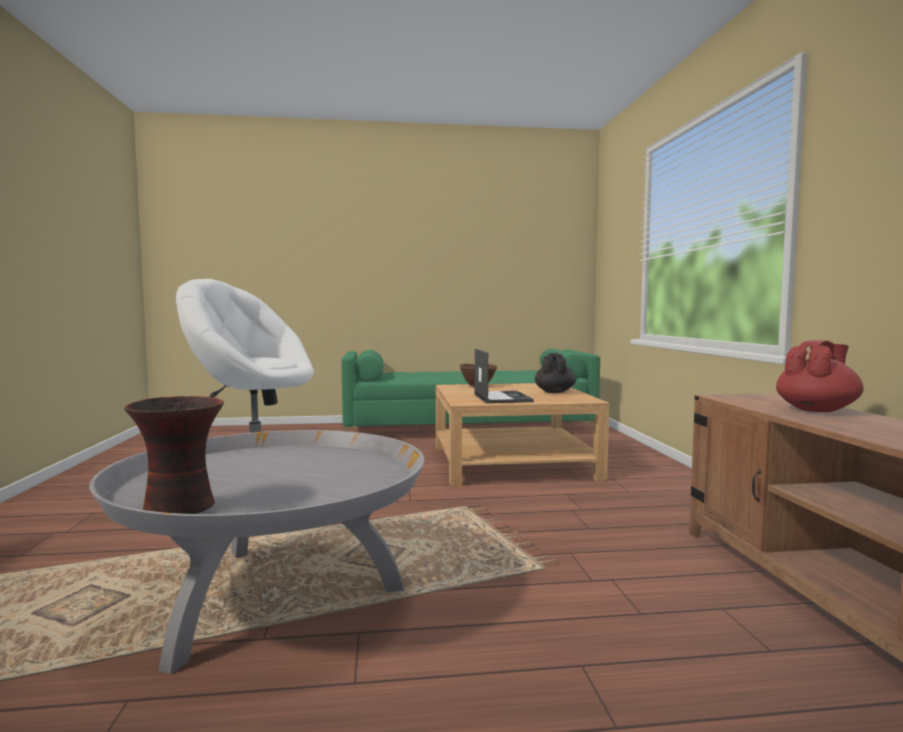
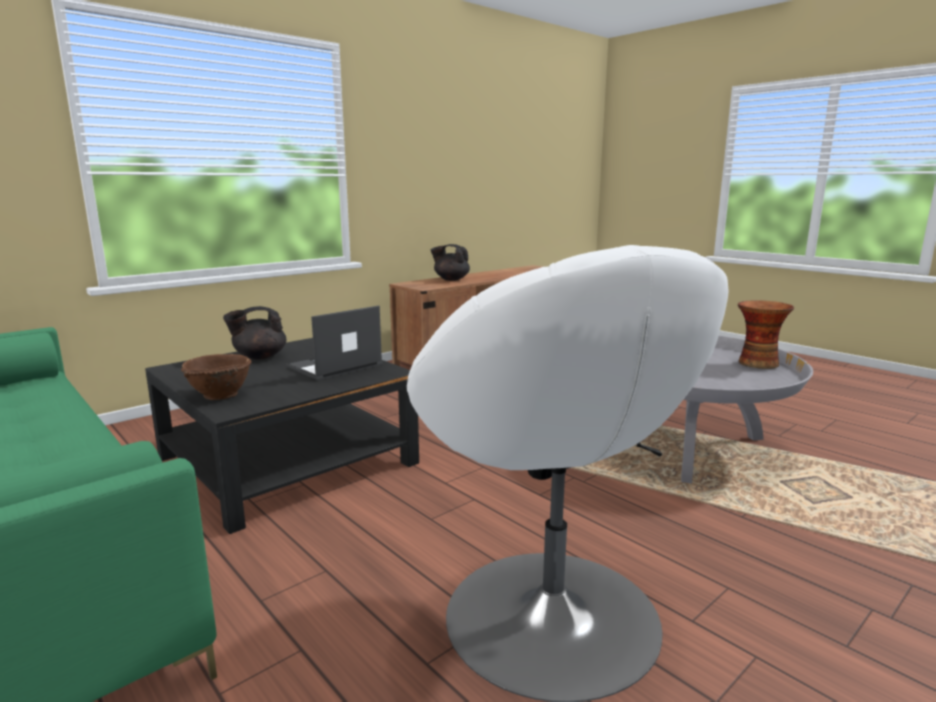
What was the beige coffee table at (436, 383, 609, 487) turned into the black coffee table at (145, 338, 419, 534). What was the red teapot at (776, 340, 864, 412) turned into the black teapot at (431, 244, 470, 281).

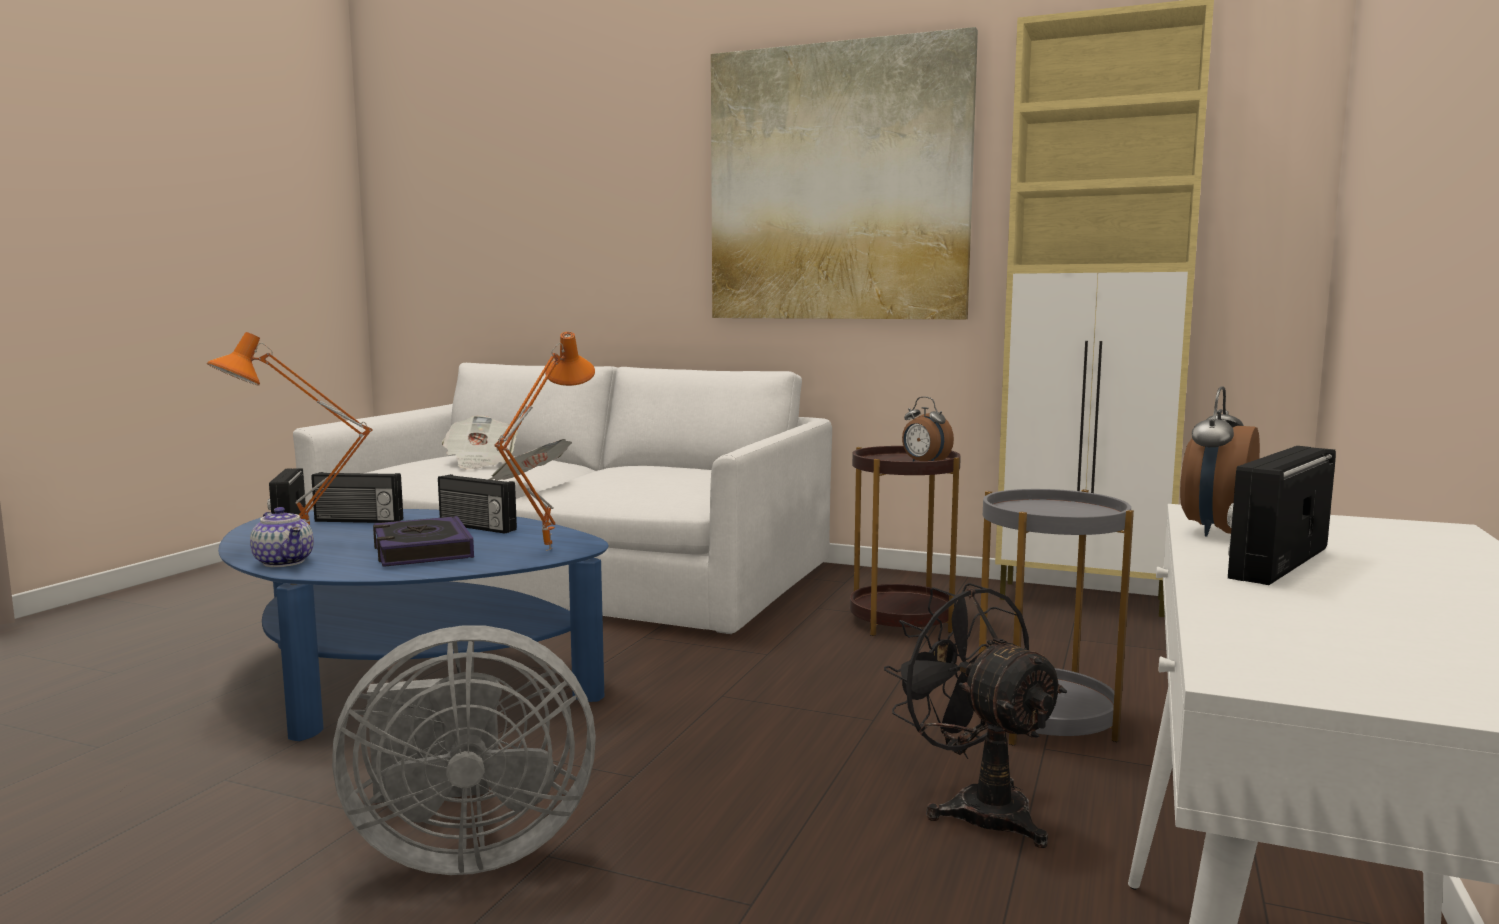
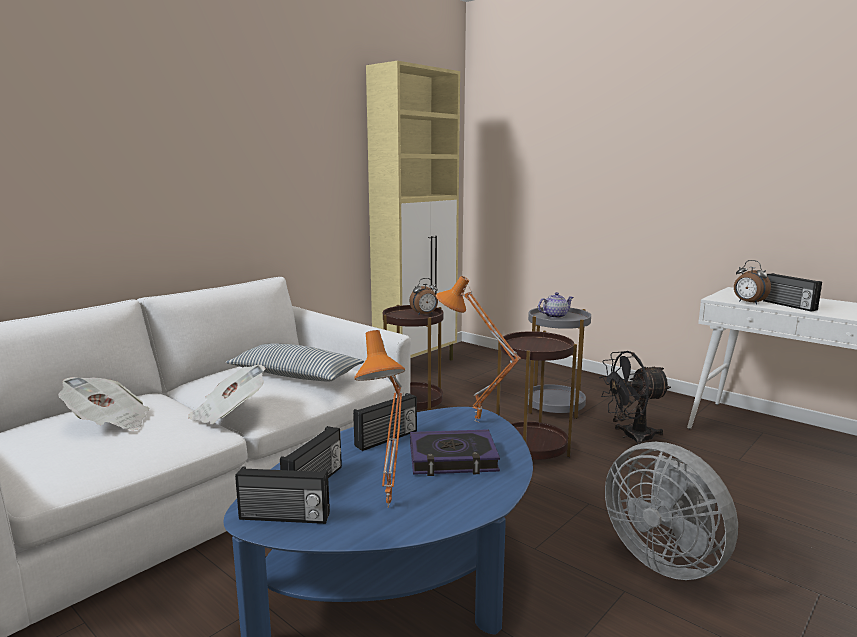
The second view lost the picture at (711, 27, 978, 319). The second view gained the pillow at (226, 343, 364, 382). The second view gained the brown side table at (496, 331, 577, 460). The teapot ended up elsewhere, having gone from (250, 507, 314, 567) to (538, 292, 573, 318). The grey fan at (332, 625, 596, 875) ended up facing another way, 135 degrees clockwise from before.

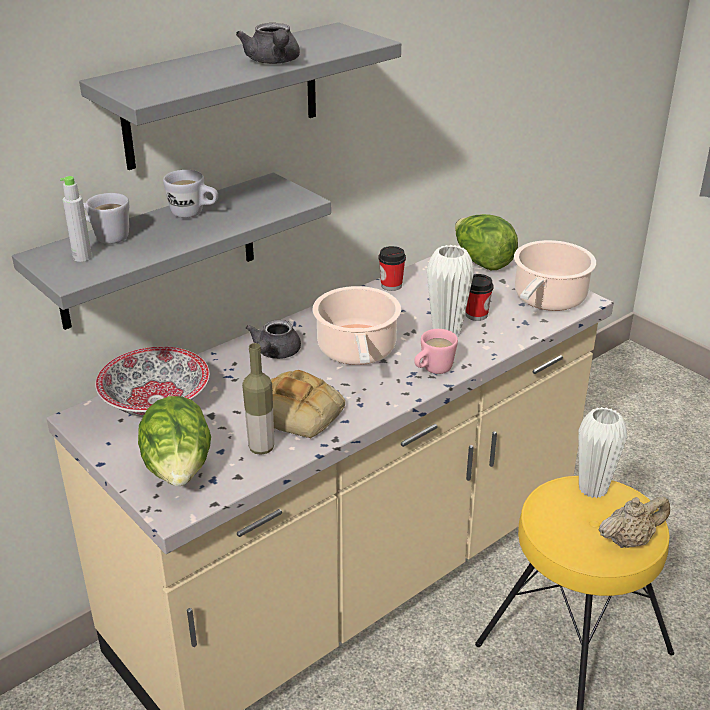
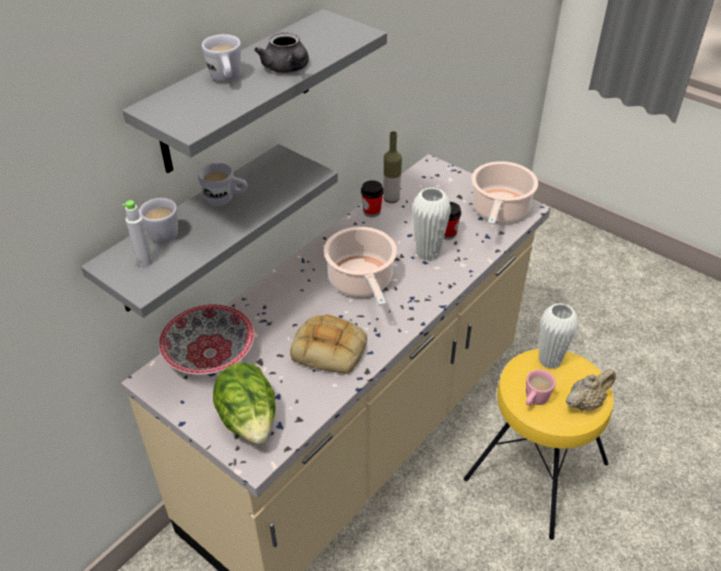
The second view lost the grey teapot at (246, 320, 301, 359). The second view lost the lettuce at (455, 214, 518, 270). The second view gained the white mug at (202, 34, 241, 83). The bottle ended up elsewhere, having gone from (242, 343, 274, 455) to (384, 131, 402, 203). The pink mug ended up elsewhere, having gone from (414, 329, 458, 374) to (526, 370, 556, 406).

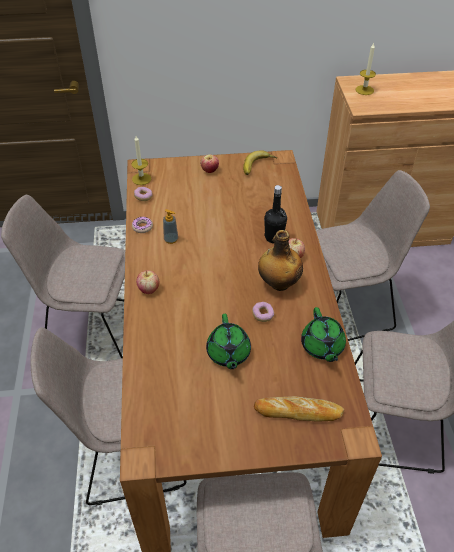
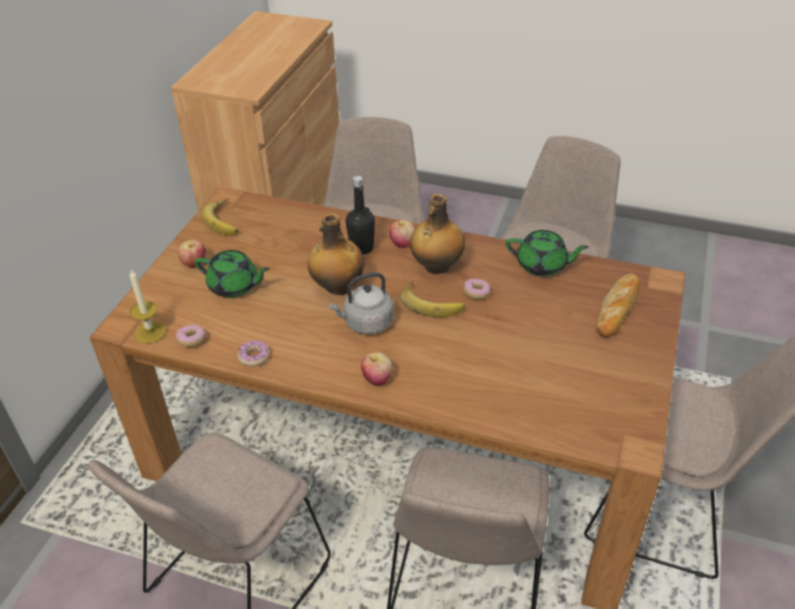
The second view lost the soap dispenser at (163, 209, 178, 244). The second view lost the candle at (356, 43, 376, 95). The second view gained the bottle at (308, 213, 365, 295). The second view gained the grey kettle at (328, 272, 394, 334). The second view gained the banana at (400, 281, 465, 317). The green teapot ended up elsewhere, having gone from (206, 314, 251, 369) to (194, 250, 270, 297).

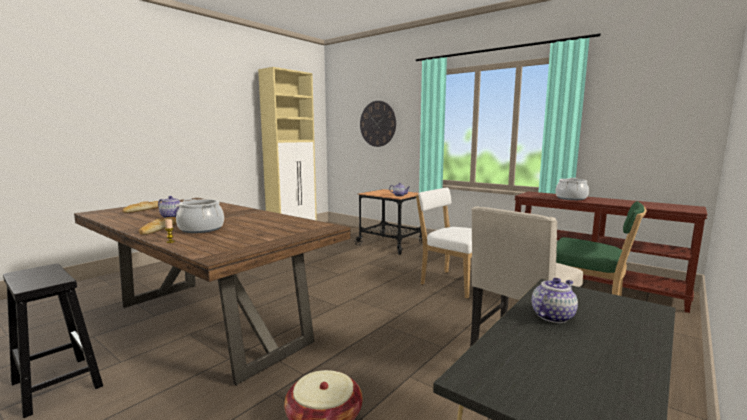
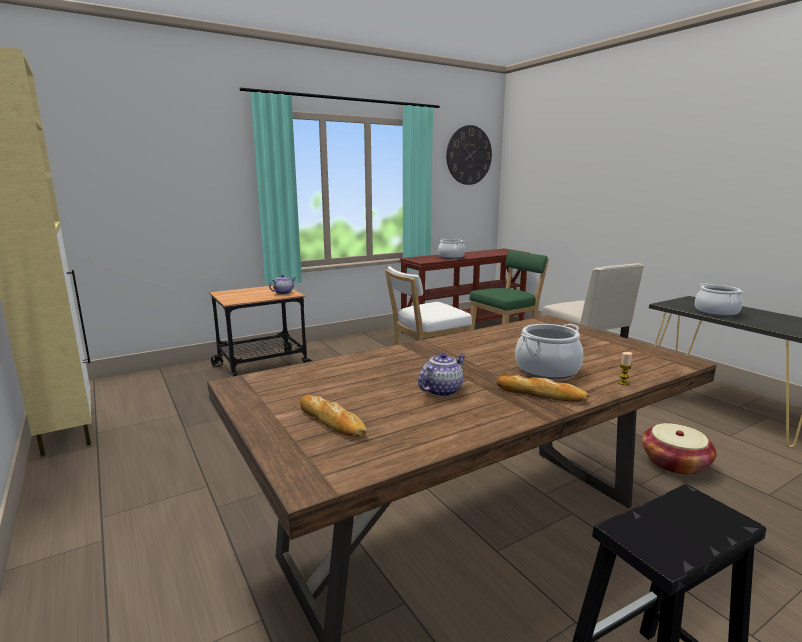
The wall clock ended up elsewhere, having gone from (360, 101, 396, 147) to (446, 125, 492, 185). Where the teapot stood at (532, 278, 578, 323), the cooking pot came to stand at (695, 283, 743, 317).

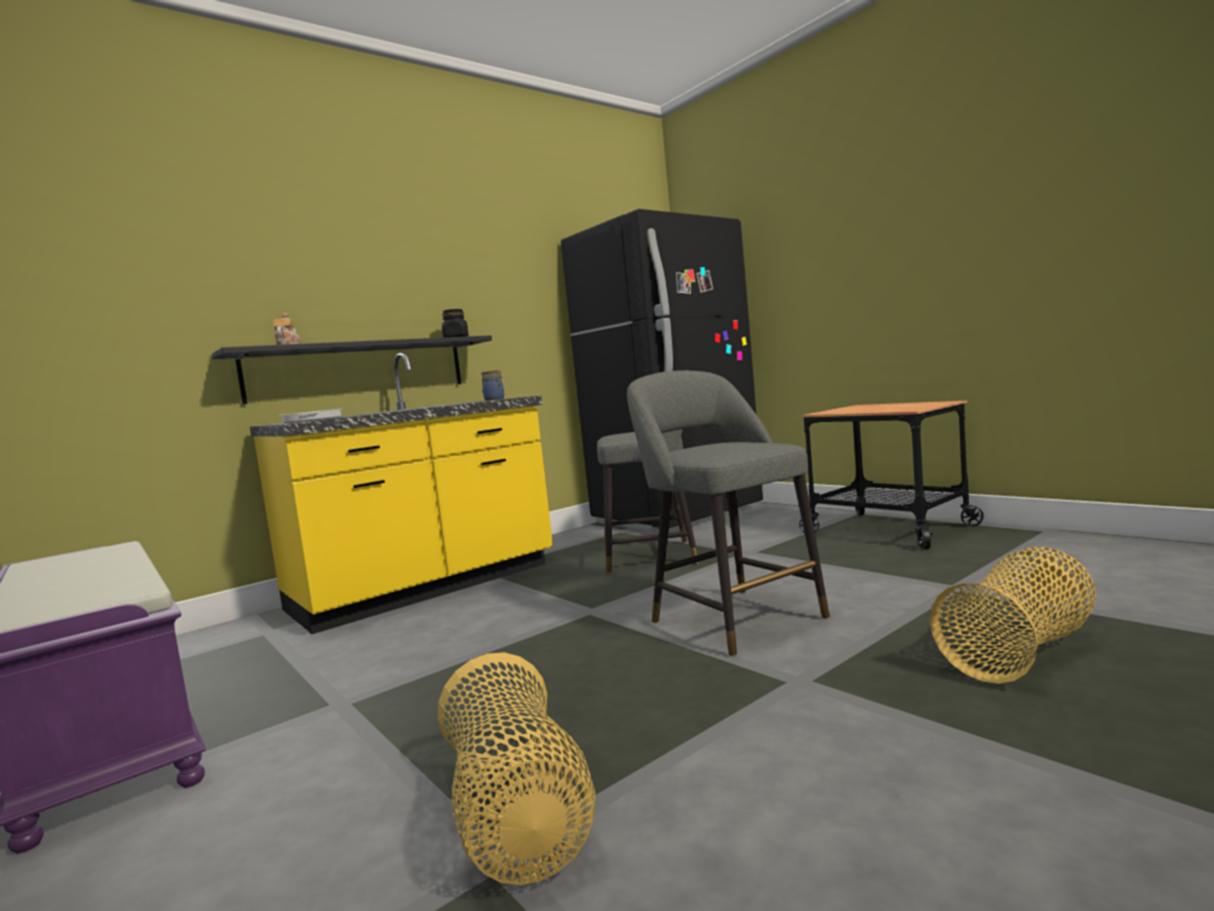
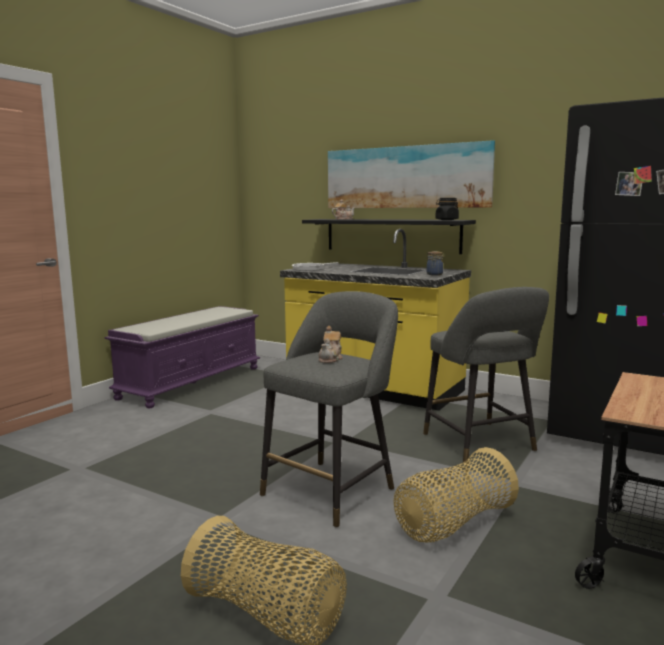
The second view gained the teapot at (319, 326, 343, 363). The second view gained the picture at (328, 140, 495, 208). The basket ended up elsewhere, having gone from (438, 652, 595, 885) to (394, 447, 519, 542).

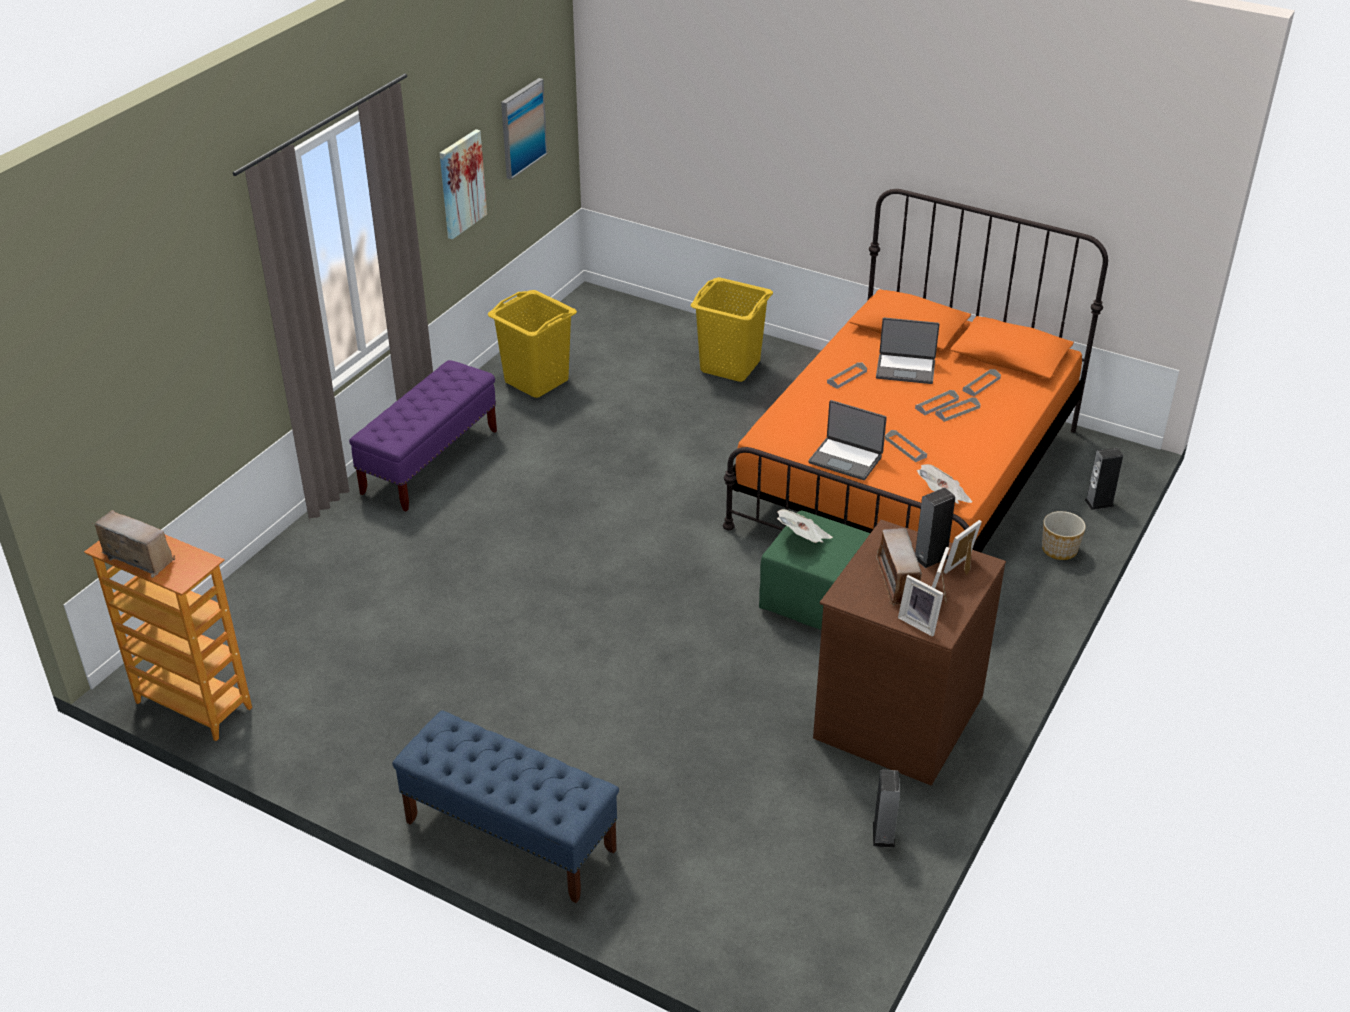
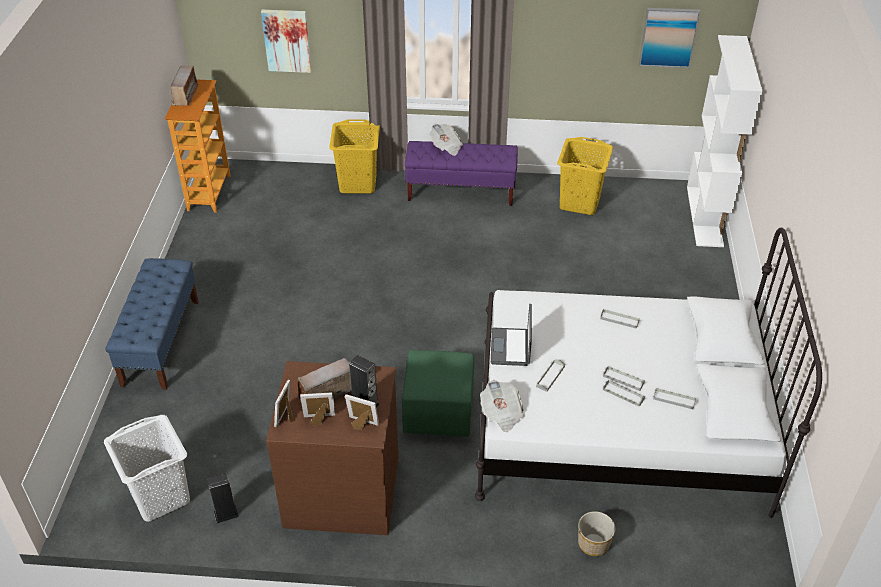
The second view lost the laptop at (876, 318, 940, 384). The second view lost the speaker at (1085, 448, 1123, 510). The second view gained the white laundry basket at (104, 415, 190, 522). The second view gained the white bookcase at (687, 35, 763, 247). The picture ended up elsewhere, having gone from (440, 129, 487, 239) to (261, 10, 312, 73). The yellow laundry basket ended up elsewhere, having gone from (691, 277, 773, 382) to (329, 120, 380, 194). The newspaper ended up elsewhere, having gone from (777, 509, 833, 543) to (430, 124, 463, 156). What was the orange bed at (723, 189, 1108, 552) turned into the white bed at (475, 227, 822, 518).

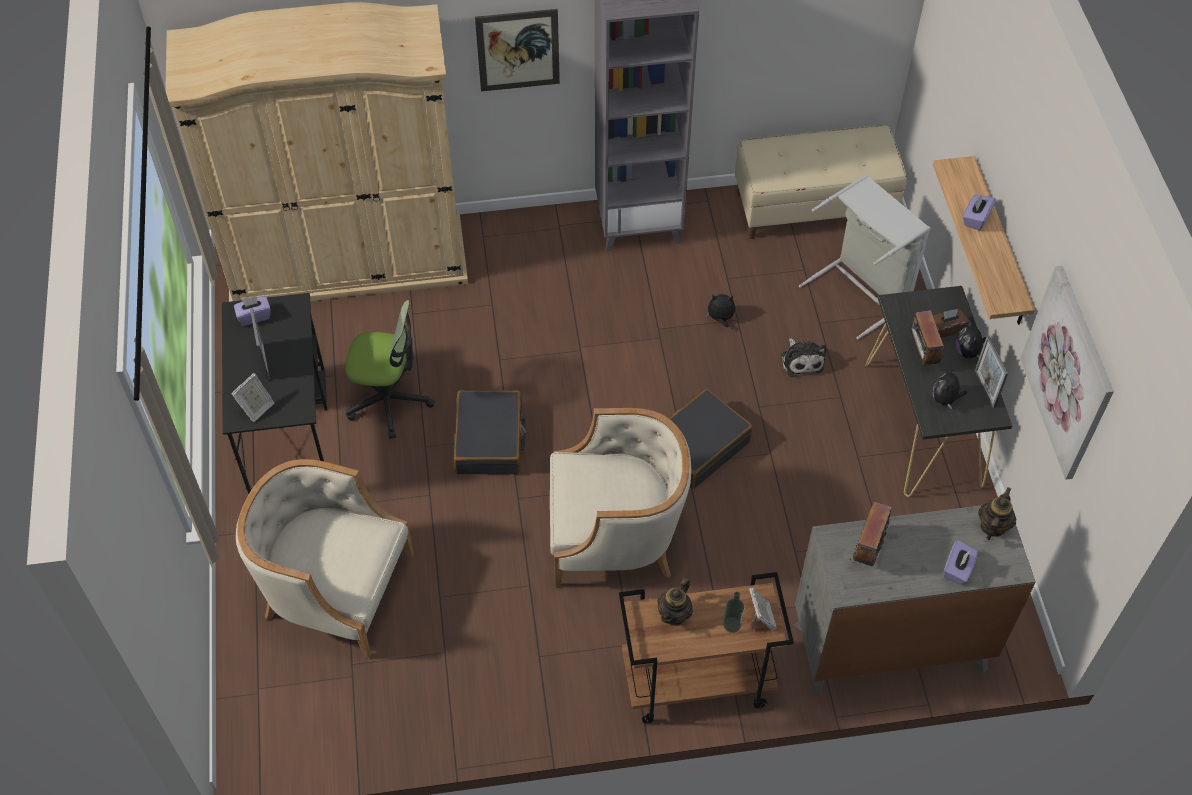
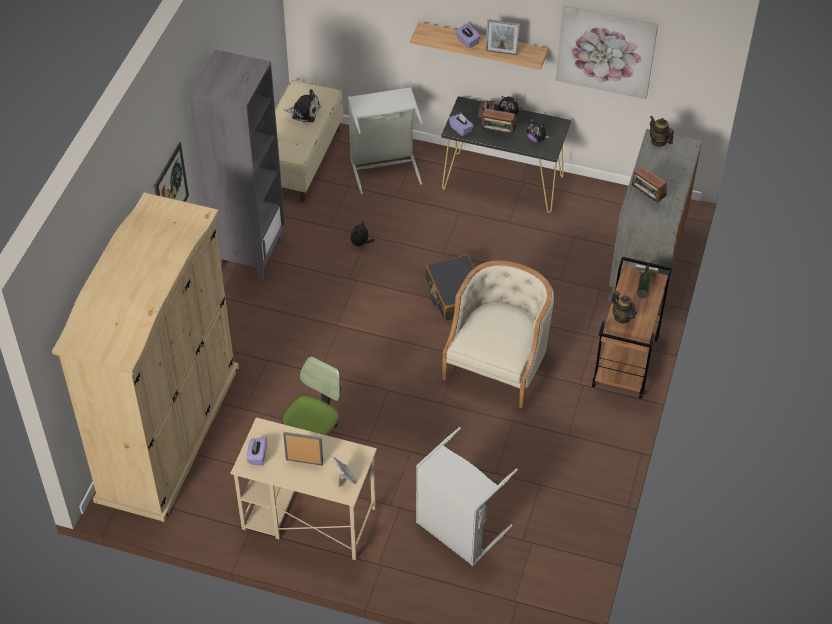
The second view lost the black suitcase at (454, 390, 526, 474). The plush toy ended up elsewhere, having gone from (781, 338, 826, 377) to (283, 89, 321, 122). The purple tissue box ended up elsewhere, having gone from (943, 540, 978, 585) to (449, 113, 474, 136). The picture frame ended up elsewhere, having gone from (975, 336, 1008, 408) to (486, 19, 520, 55). Where the beige armchair stood at (236, 459, 414, 659), the grey laundry basket came to stand at (416, 427, 518, 566). What was the black desk at (222, 293, 327, 494) turned into the beige desk at (231, 417, 377, 560).

